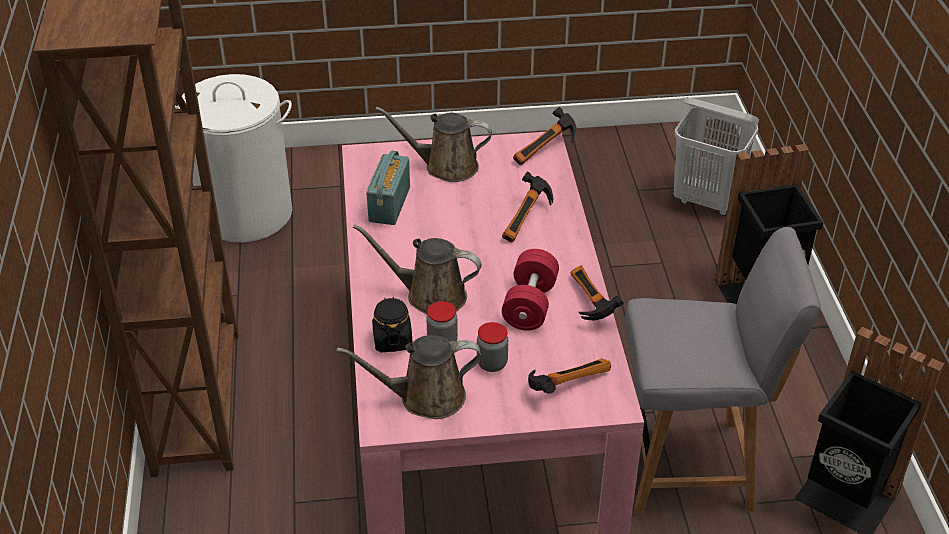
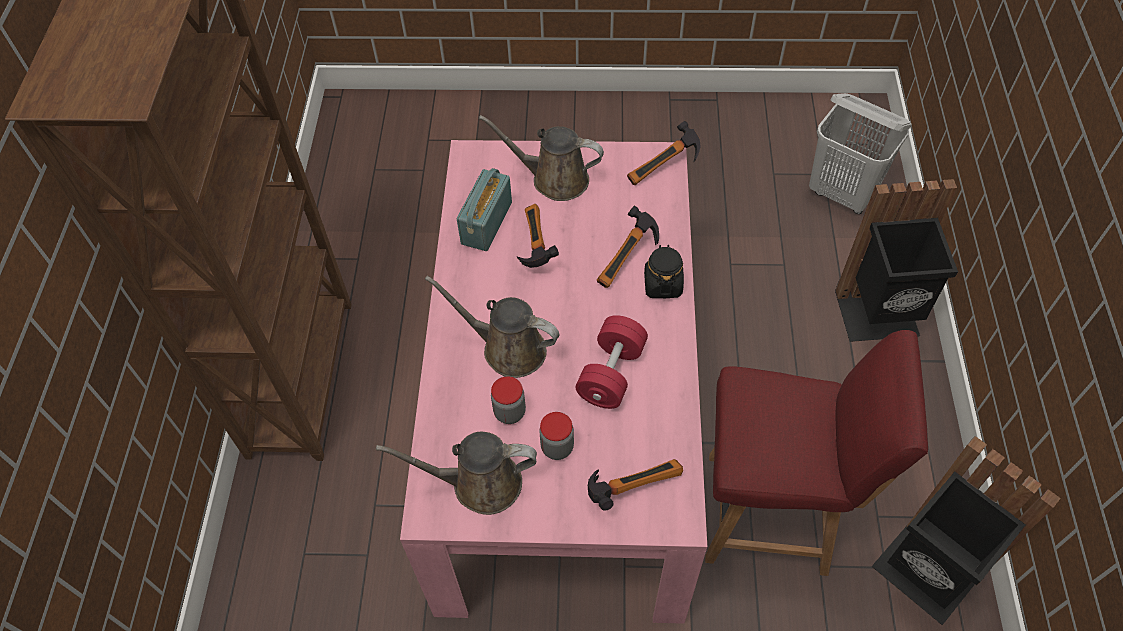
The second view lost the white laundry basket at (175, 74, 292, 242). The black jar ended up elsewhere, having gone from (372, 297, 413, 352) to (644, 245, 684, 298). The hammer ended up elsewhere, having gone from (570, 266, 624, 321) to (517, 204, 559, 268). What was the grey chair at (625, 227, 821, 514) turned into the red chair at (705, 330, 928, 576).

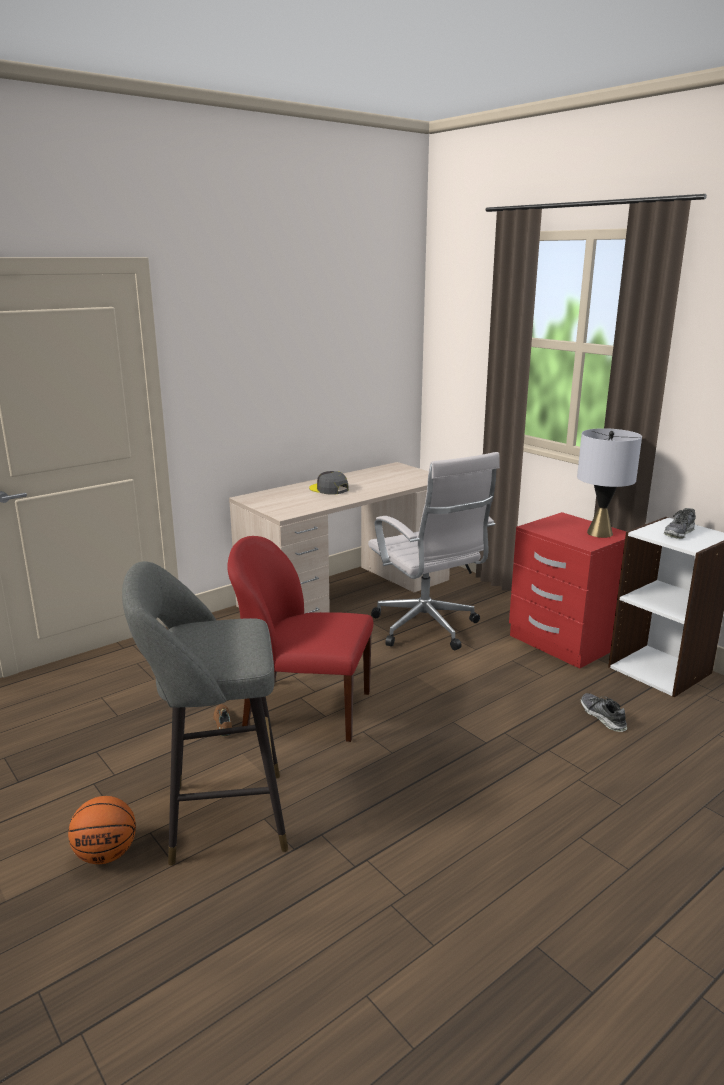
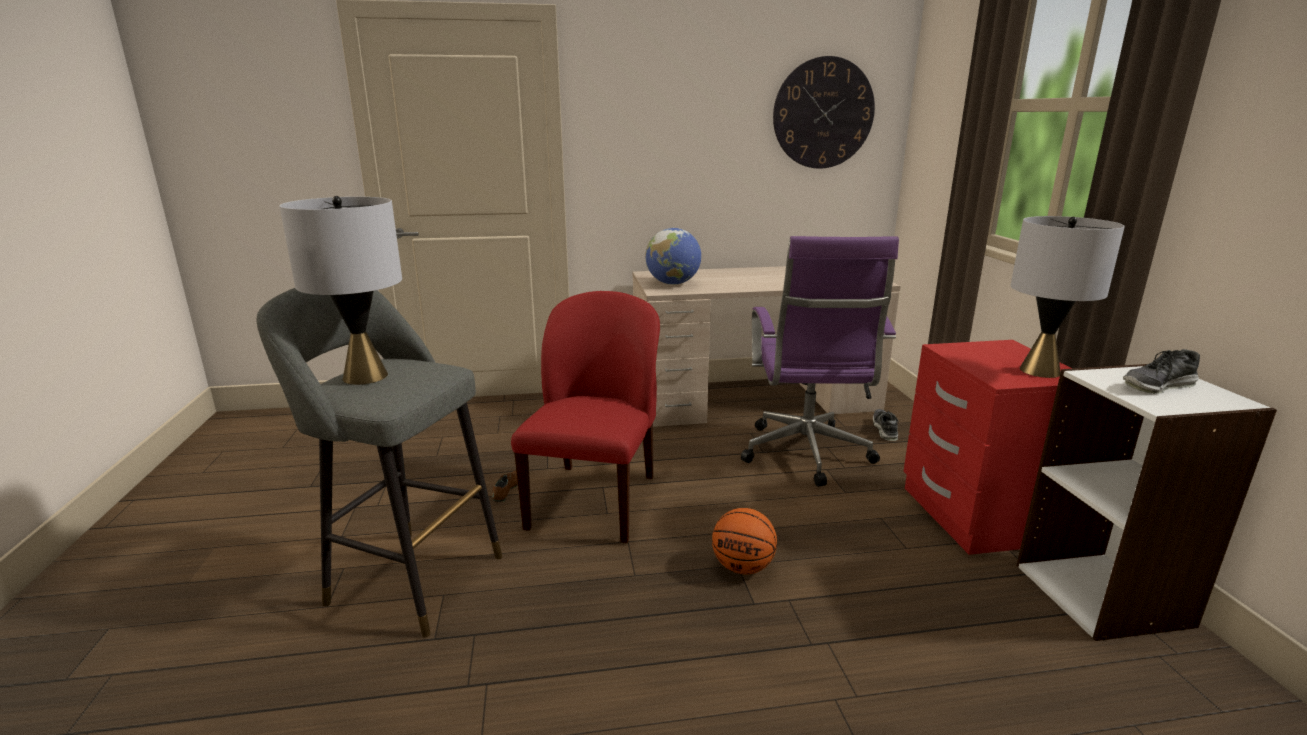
The second view lost the grey cap at (309, 471, 349, 495). The second view gained the grey table lamp at (279, 196, 402, 385). The second view gained the globe at (645, 228, 701, 285). The second view gained the wall clock at (773, 56, 875, 169). The basketball ended up elsewhere, having gone from (68, 796, 136, 864) to (712, 508, 777, 575). The shoe ended up elsewhere, having gone from (581, 693, 627, 732) to (873, 409, 899, 441). What was the white office chair at (368, 452, 500, 650) turned into the purple office chair at (741, 236, 899, 487). The red chair at (227, 536, 373, 742) ended up facing another way, 60 degrees clockwise from before.

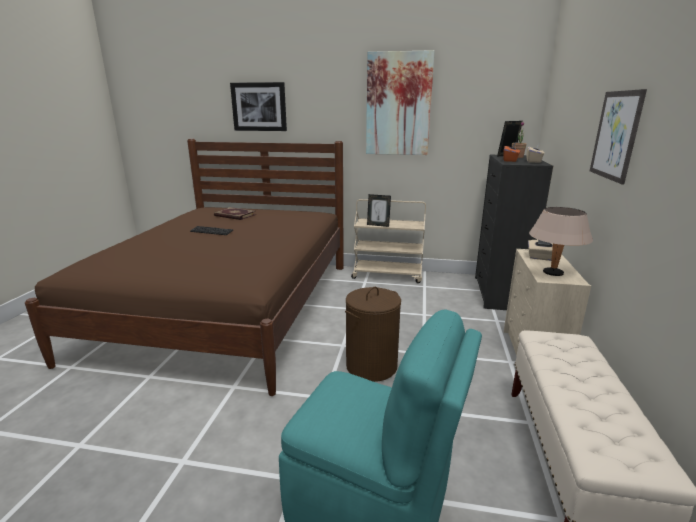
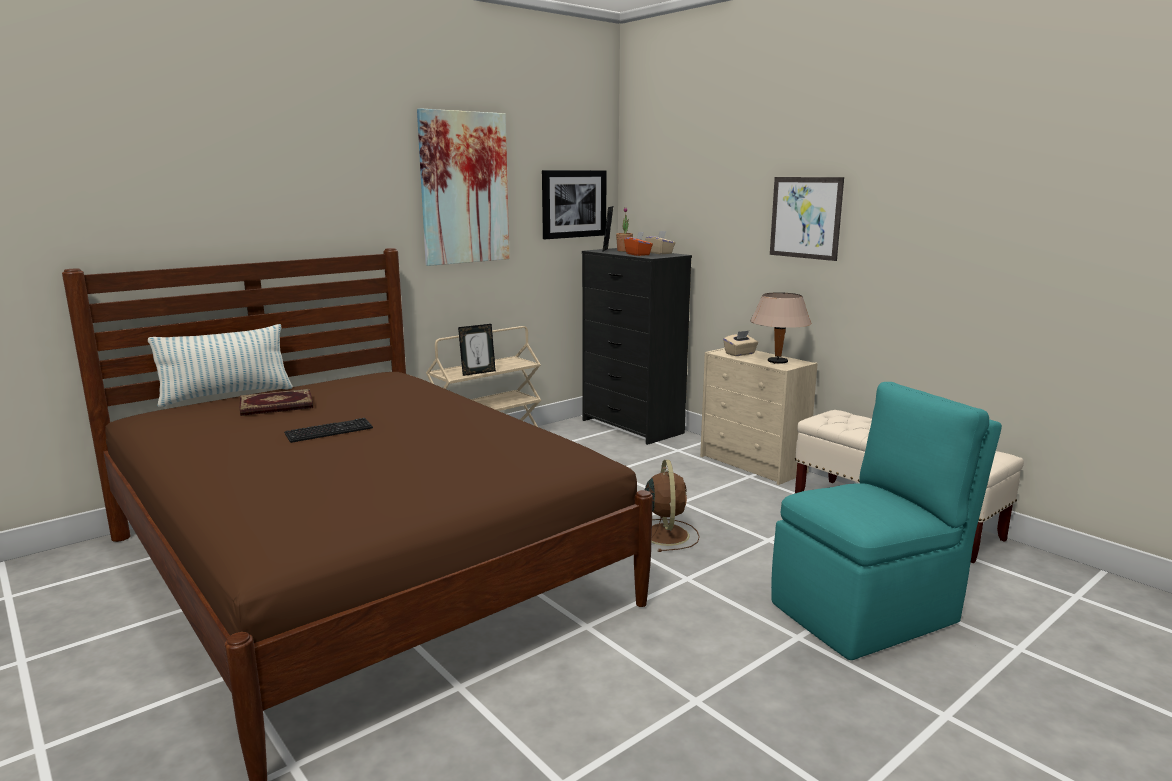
The second view gained the pillow at (148, 324, 293, 407). The picture ended up elsewhere, having gone from (230, 82, 287, 131) to (542, 170, 607, 239). Where the brown laundry basket stood at (345, 287, 401, 382), the brown fan came to stand at (645, 460, 700, 552).

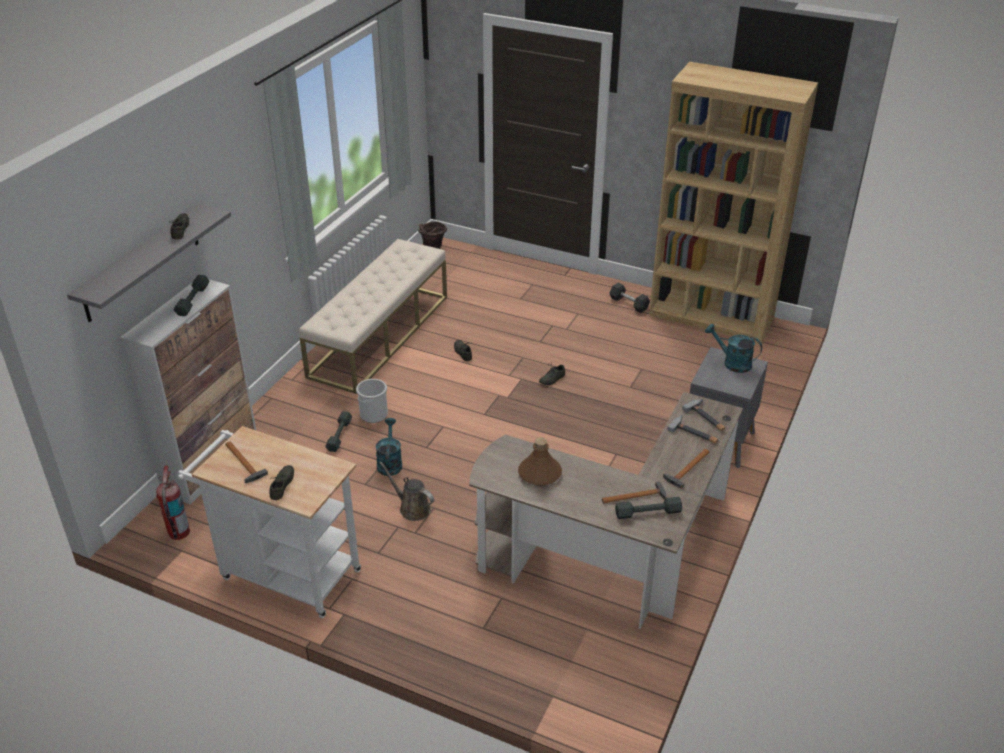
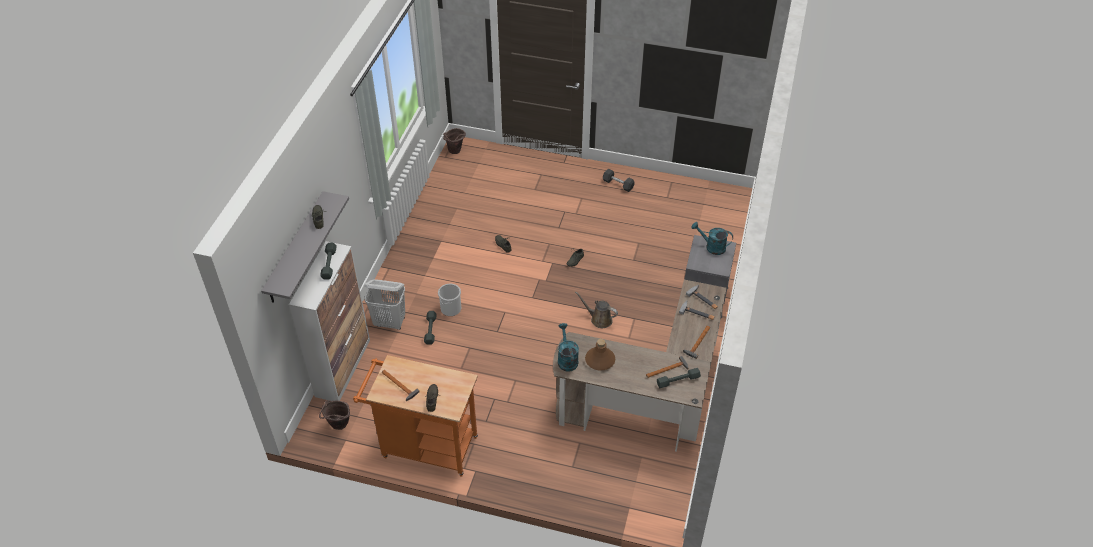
The second view lost the beige bench at (299, 239, 447, 394). The second view lost the brown bookcase at (649, 62, 818, 344). The second view gained the white laundry basket at (364, 279, 405, 330). The turquoise watering can ended up elsewhere, having gone from (376, 418, 402, 476) to (558, 323, 579, 372). The brown watering can ended up elsewhere, having gone from (379, 462, 434, 521) to (575, 292, 618, 328). Where the fire extinguisher stood at (156, 465, 190, 540), the brown bucket came to stand at (319, 400, 350, 430). What was the white cart at (178, 426, 361, 618) turned into the orange cart at (353, 355, 478, 477).

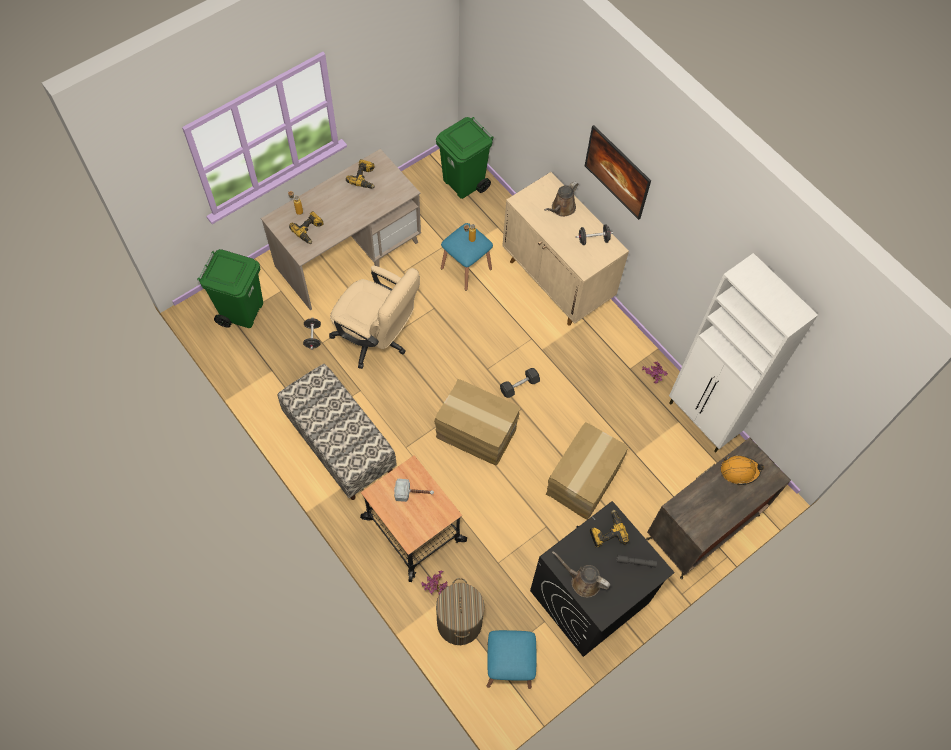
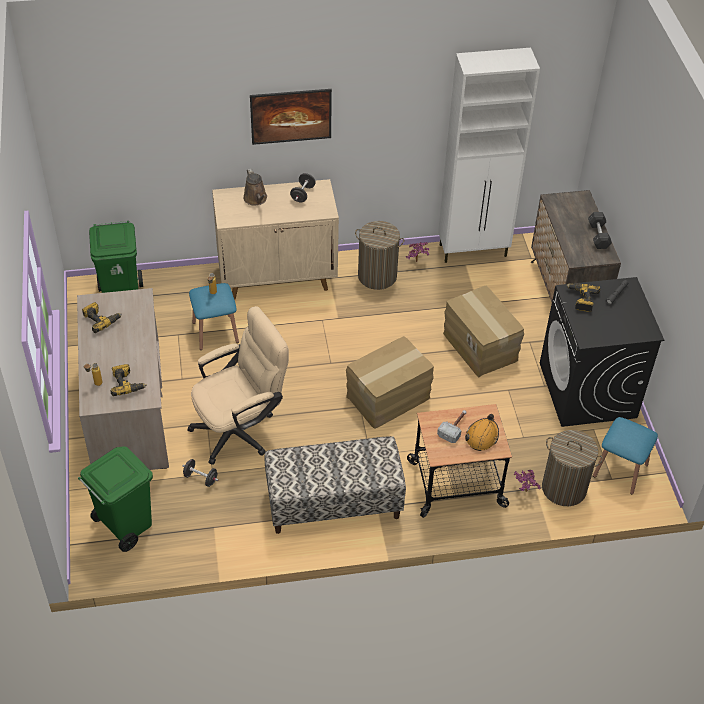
The second view lost the brown watering can at (552, 551, 610, 598). The second view gained the laundry basket at (355, 221, 404, 290). The grey dumbbell ended up elsewhere, having gone from (500, 368, 540, 398) to (588, 212, 612, 249). The orange hard hat ended up elsewhere, having gone from (721, 455, 764, 485) to (465, 414, 499, 451).

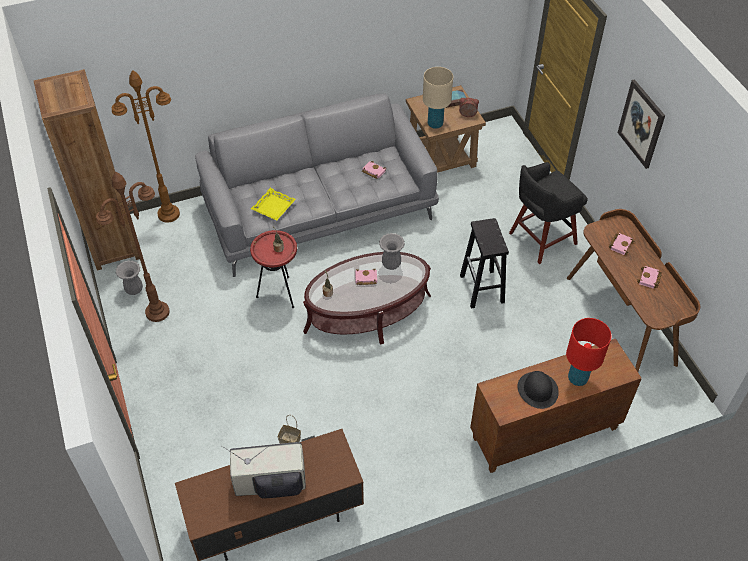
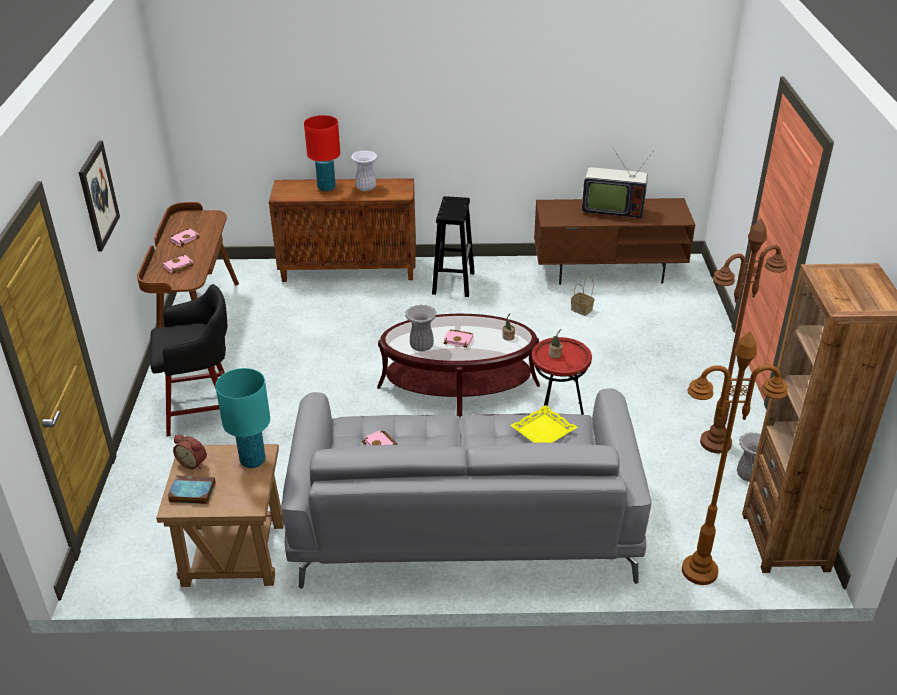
The black stool ended up elsewhere, having gone from (460, 218, 509, 309) to (432, 196, 475, 297). Where the black hat stood at (517, 371, 559, 409), the white vase came to stand at (351, 150, 378, 191). What was the beige table lamp at (423, 67, 453, 129) turned into the turquoise table lamp at (215, 368, 270, 468).

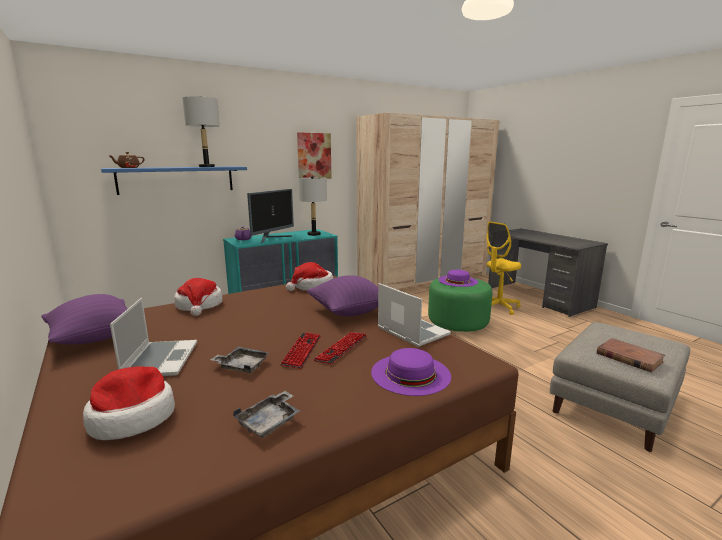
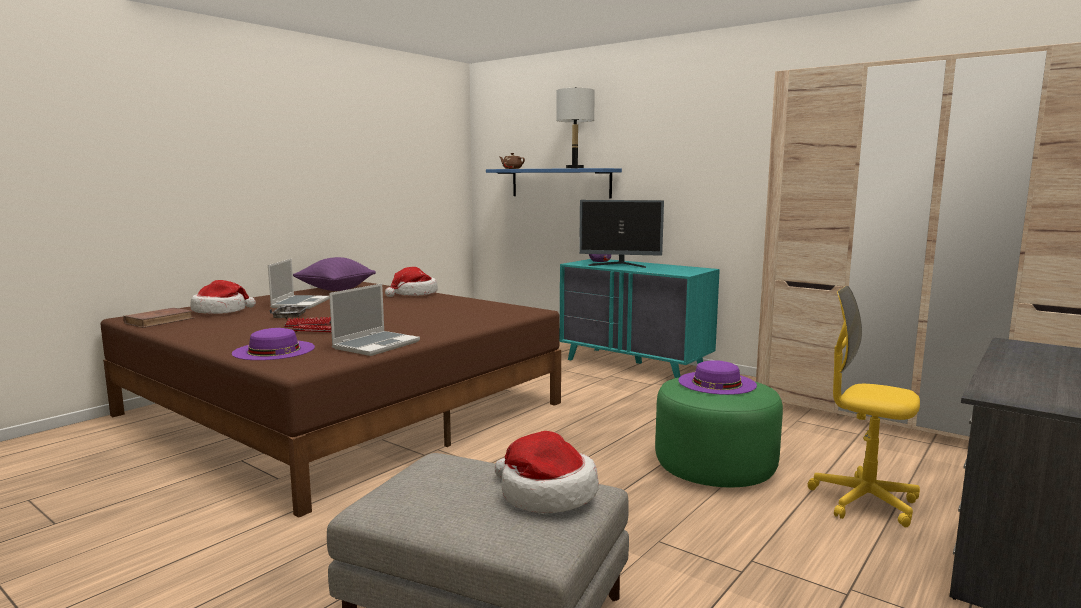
The second view lost the grey tray at (233, 391, 300, 438). The second view lost the picture at (297, 132, 332, 179). The second view lost the grey table lamp at (298, 176, 327, 236). The second view lost the purple pillow at (307, 275, 378, 317). The hat ended up elsewhere, having gone from (286, 262, 333, 291) to (495, 431, 599, 513). The brown book ended up elsewhere, having gone from (597, 338, 665, 373) to (123, 308, 194, 328). The laptop at (110, 298, 197, 376) ended up facing another way, 60 degrees counterclockwise from before.

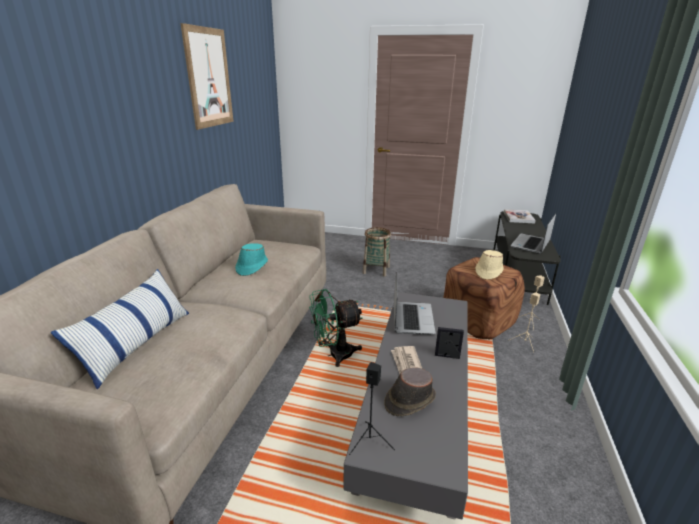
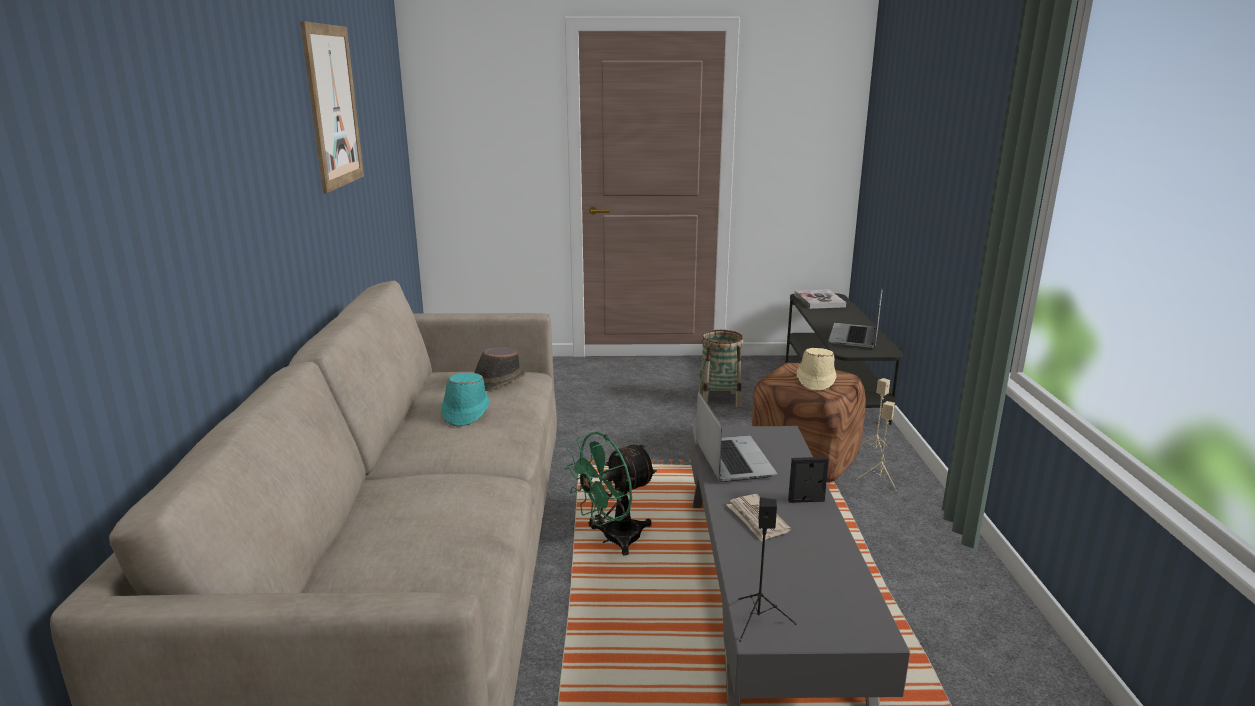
The second view lost the pillow at (51, 269, 189, 389). The basket ended up elsewhere, having gone from (363, 227, 391, 277) to (699, 330, 744, 407). The brown hat ended up elsewhere, having gone from (384, 367, 436, 416) to (474, 347, 525, 391).

